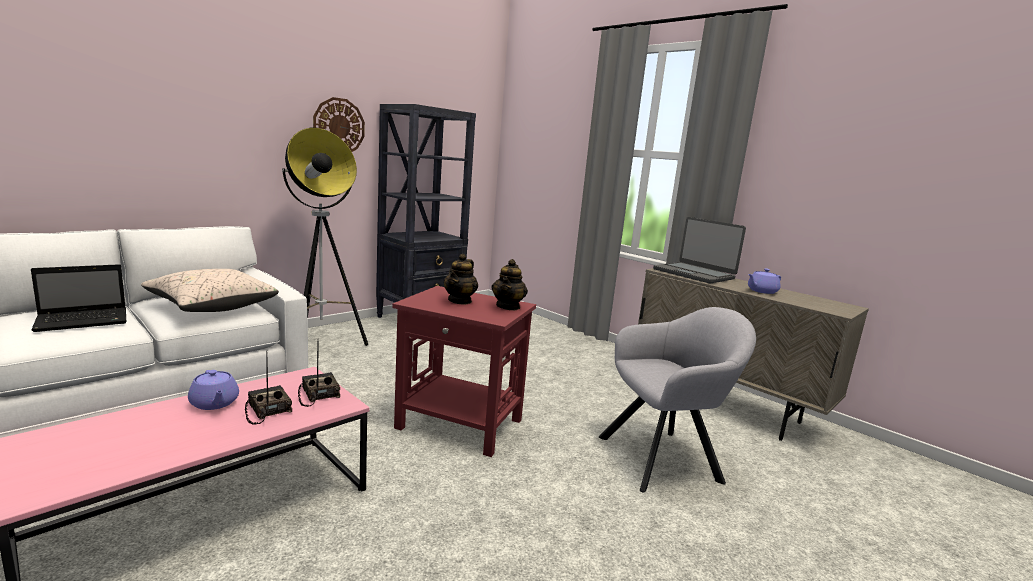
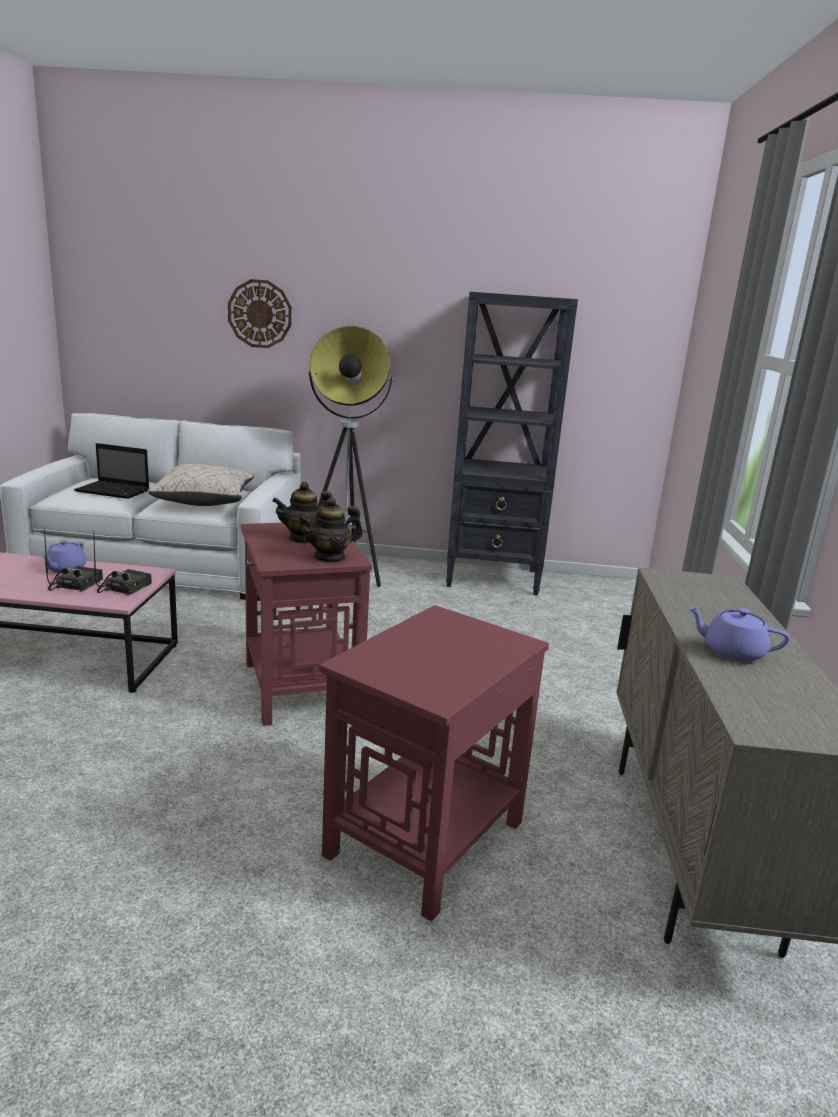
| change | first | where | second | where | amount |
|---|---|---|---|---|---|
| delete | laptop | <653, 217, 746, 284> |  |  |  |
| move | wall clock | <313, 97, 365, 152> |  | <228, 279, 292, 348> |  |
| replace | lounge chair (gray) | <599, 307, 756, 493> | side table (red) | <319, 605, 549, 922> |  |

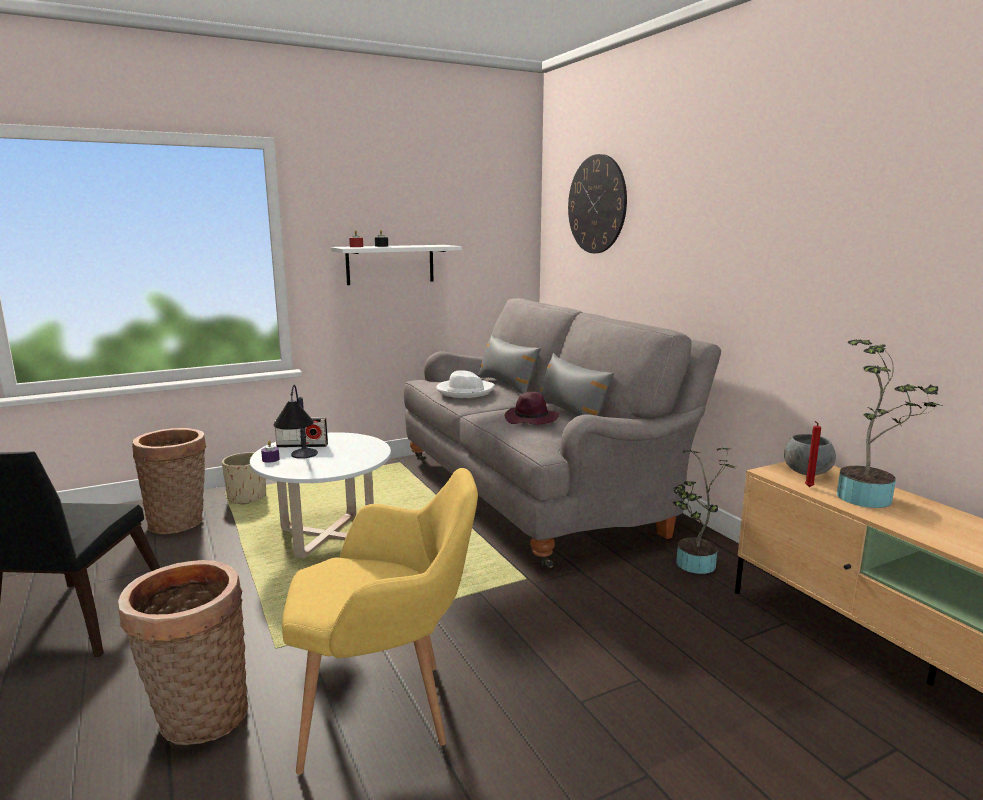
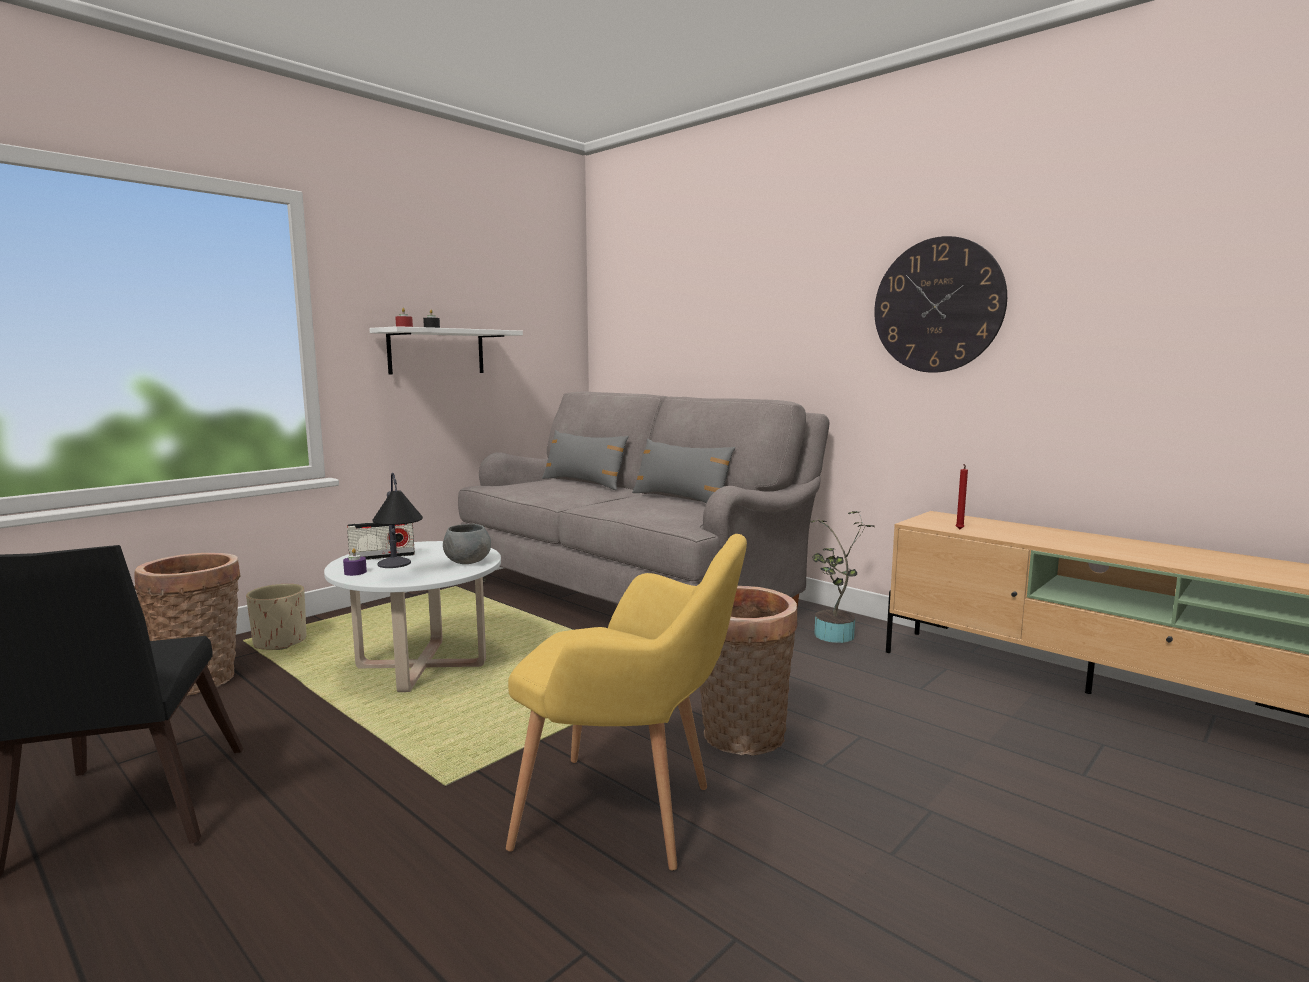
| change | first | where | second | where | amount |
|---|---|---|---|---|---|
| delete | clothing hat (whitish) | <436, 371, 495, 398> |  |  |  |
| delete | clothing hat (purplish) | <504, 392, 559, 424> |  |  |  |
| delete | plant in a pot | <837, 340, 942, 508> |  |  |  |
| move | storage basket | <118, 560, 248, 745> |  | <700, 586, 797, 756> |  |
| move | wall clock | <568, 154, 627, 253> |  | <874, 236, 1007, 373> |  |
| move | deep dish (gray) | <784, 434, 836, 475> |  | <443, 524, 491, 564> |  |
| rotate | lounge chair (yellowish) | <282, 468, 478, 775> |  | <506, 534, 747, 871> | 45 degrees clockwise |

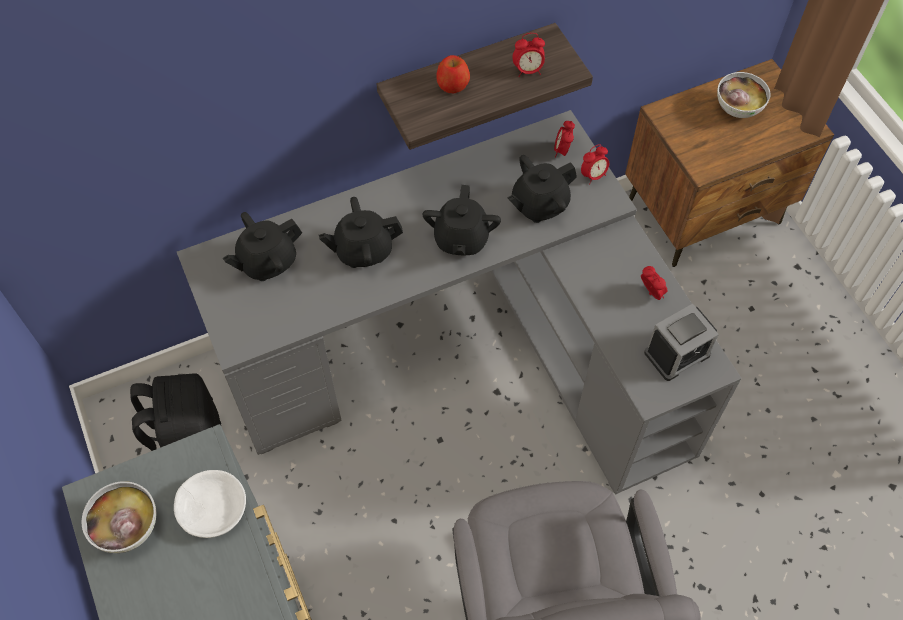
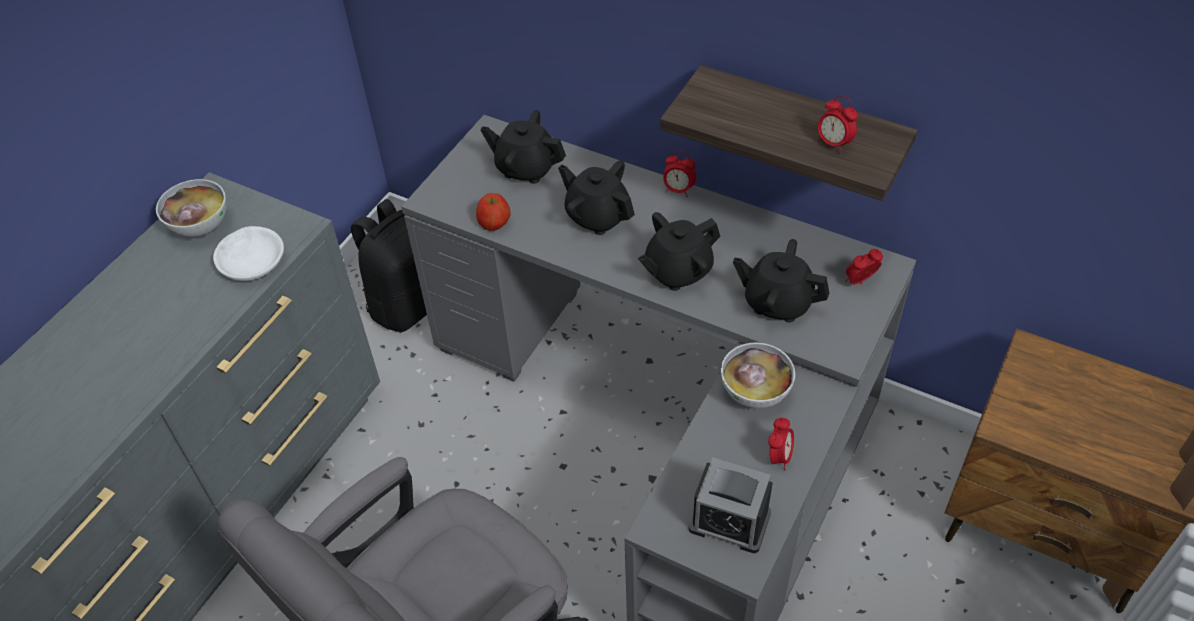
| change | first | where | second | where | amount |
|---|---|---|---|---|---|
| move | whole apple | <437, 55, 470, 93> |  | <476, 193, 510, 231> |  |
| move | table clock | <581, 144, 609, 185> |  | <663, 151, 696, 197> |  |
| move | deep dish | <717, 72, 770, 118> |  | <721, 343, 795, 409> |  |

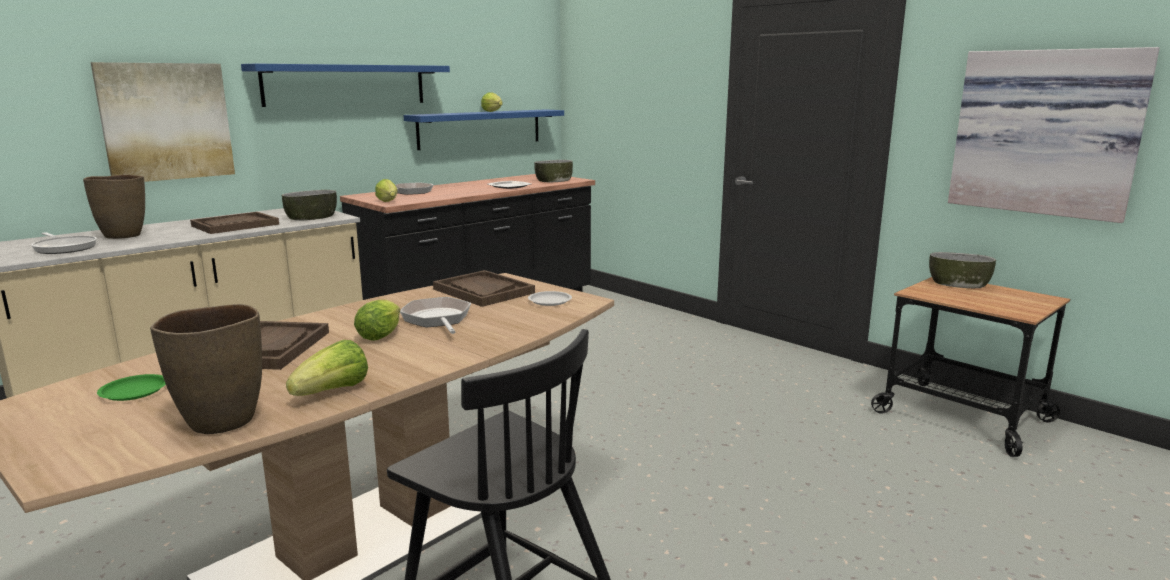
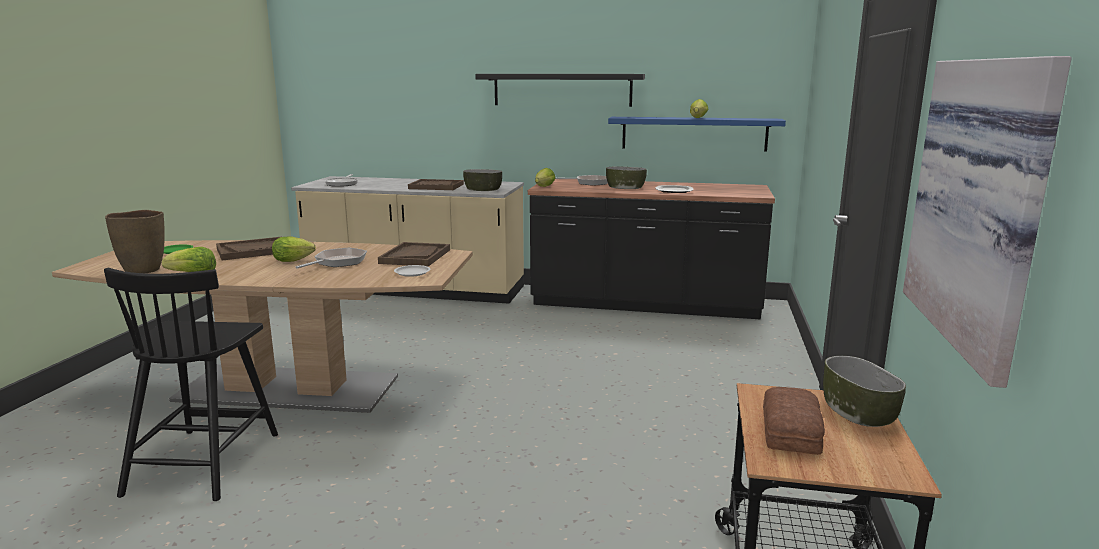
| change | first | where | second | where | amount |
|---|---|---|---|---|---|
| delete | decorative vase (brownish) | <83, 174, 145, 239> |  |  |  |
| delete | wall picture | <91, 62, 235, 182> |  |  |  |
| insert |  |  | baked bread | <763, 387, 825, 455> |  |
| move | deep dish | <534, 160, 573, 182> |  | <606, 166, 647, 189> |  |
| recolor | bracket shelf (blue) | <241, 64, 450, 107> | bracket shelf (black-coloured) | <475, 74, 645, 107> |  |

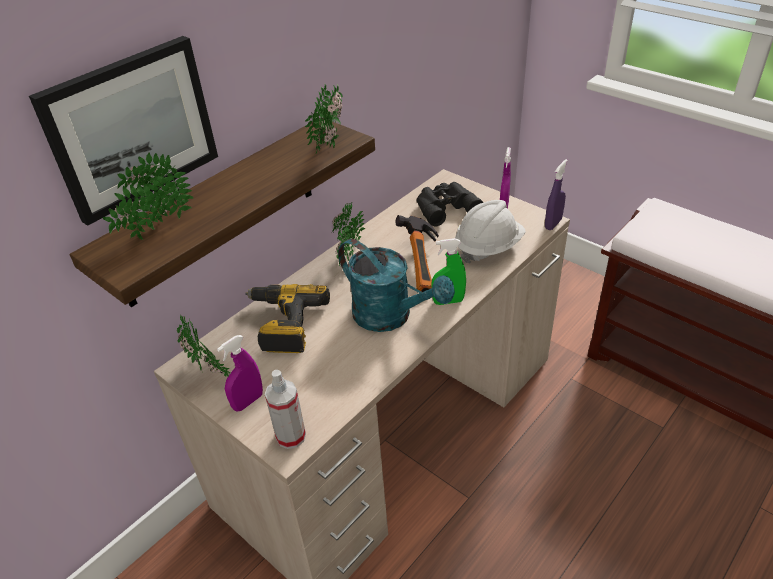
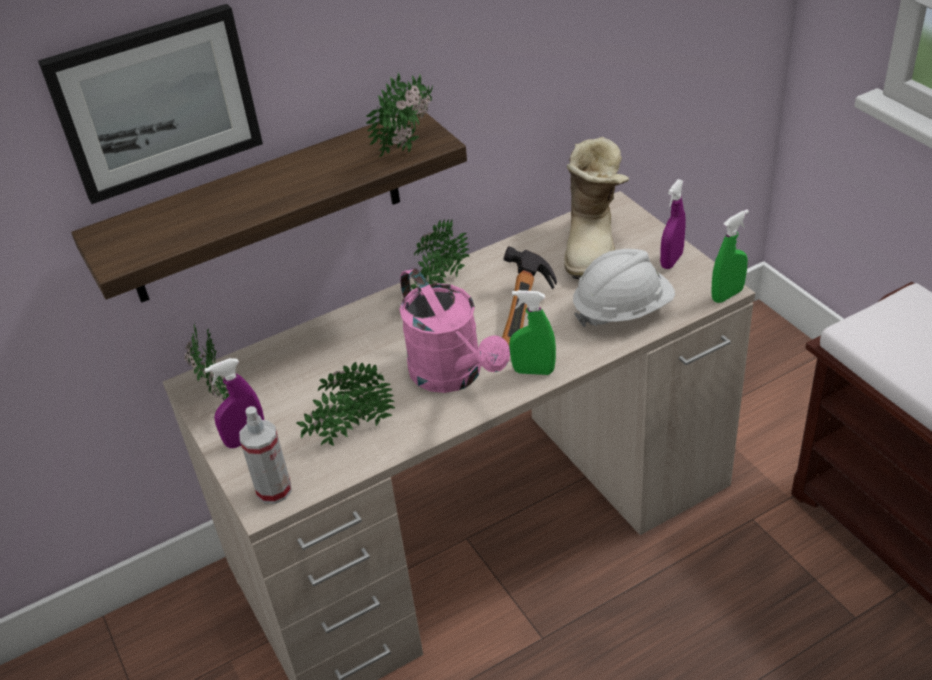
| change | first | where | second | where | amount |
|---|---|---|---|---|---|
| delete | power drill | <245, 284, 330, 353> |  |  |  |
| move | plant in a pot | <103, 152, 194, 240> |  | <296, 362, 395, 446> |  |
| replace | pair of binoculars (black-coloured) | <416, 182, 483, 226> | tall boot | <564, 137, 629, 279> |  |
| recolor | watering can (turquoise-coloured) | <338, 239, 455, 332> | watering can (pinkish) | <399, 268, 510, 393> |  |
| recolor | hand sprayer (purplish) | <545, 159, 568, 230> | hand sprayer (green-coloured) | <711, 209, 749, 303> |  |

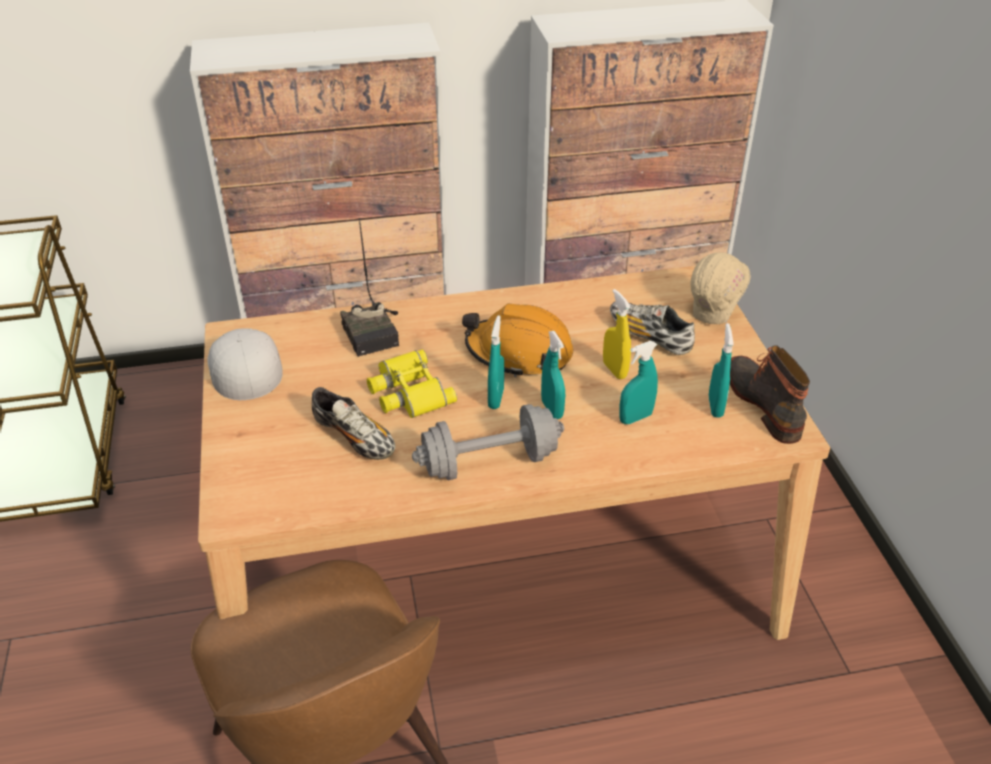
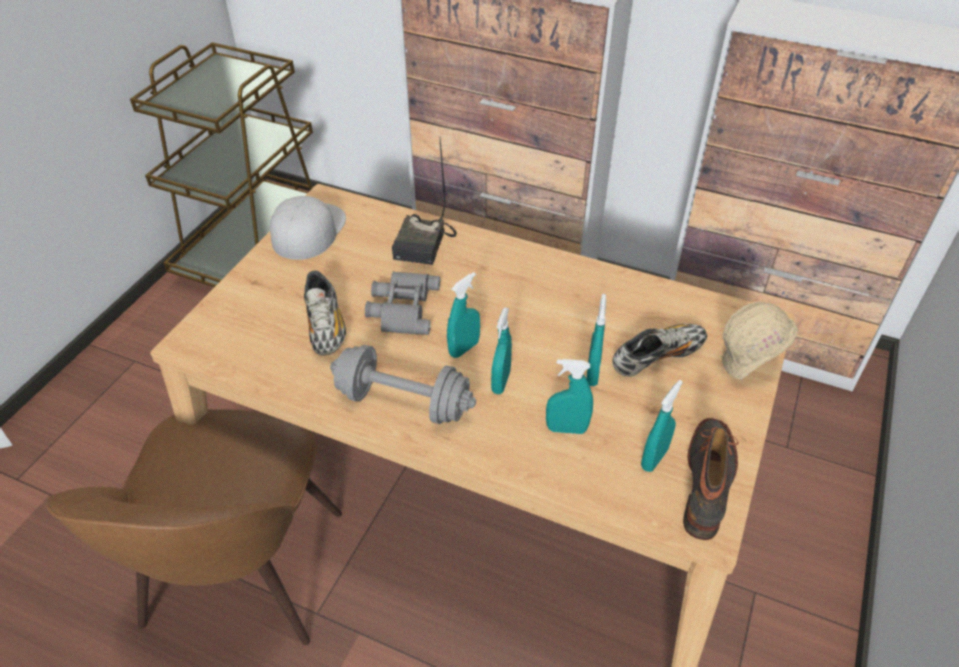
| change | first | where | second | where | amount |
|---|---|---|---|---|---|
| delete | work helmet (orange-coloured) | <462, 303, 573, 377> |  |  |  |
| recolor | pair of binoculars (yellowish) | <367, 350, 457, 418> | pair of binoculars (gray) | <365, 271, 440, 335> |  |
| recolor | hand sprayer (yellowish) | <603, 289, 631, 379> | hand sprayer (turquoise-coloured) | <586, 294, 606, 386> |  |
| rotate | item of footwear | <610, 302, 695, 355> |  | <612, 324, 707, 377> | 75 degrees clockwise |

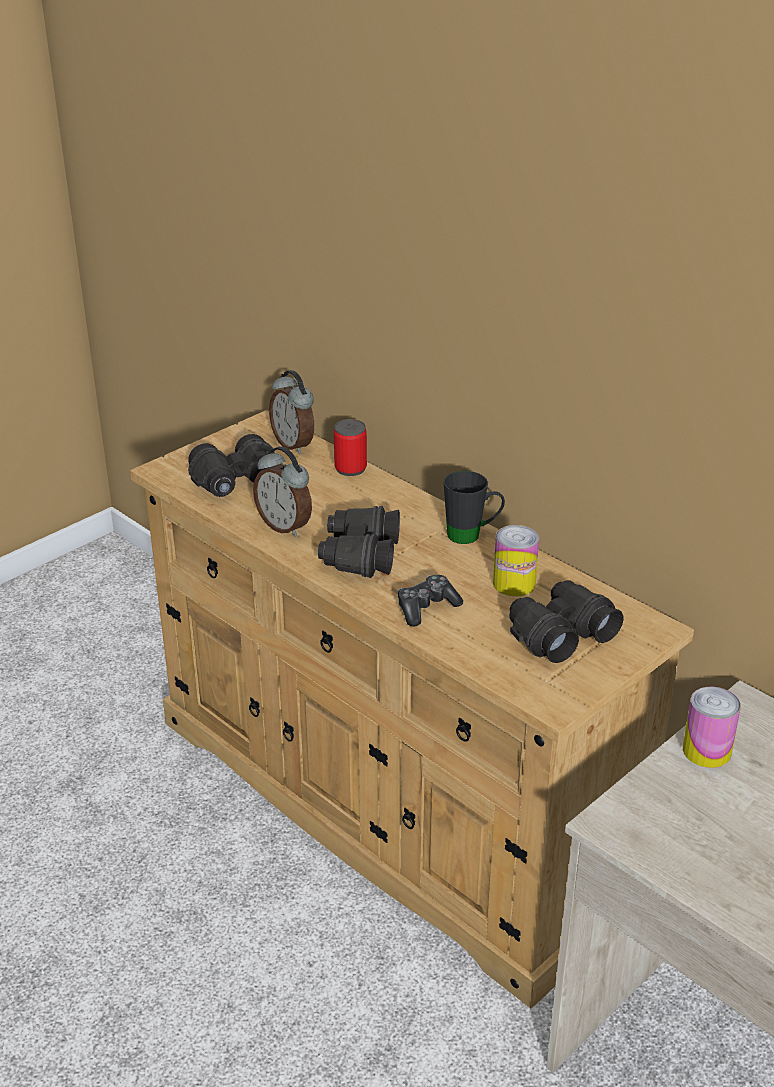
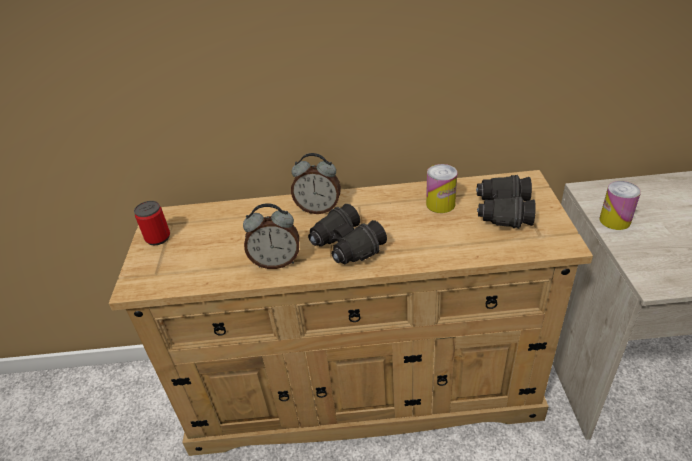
| change | first | where | second | where | amount |
|---|---|---|---|---|---|
| delete | pair of binoculars (black-coloured) | <188, 434, 282, 497> |  |  |  |
| delete | game controller | <397, 575, 463, 627> |  |  |  |
| delete | mug (black-coloured) | <444, 471, 505, 544> |  |  |  |
| move | table clock | <269, 370, 314, 454> |  | <291, 153, 341, 214> |  |
| move | metal can | <334, 419, 367, 476> |  | <134, 201, 170, 245> |  |

